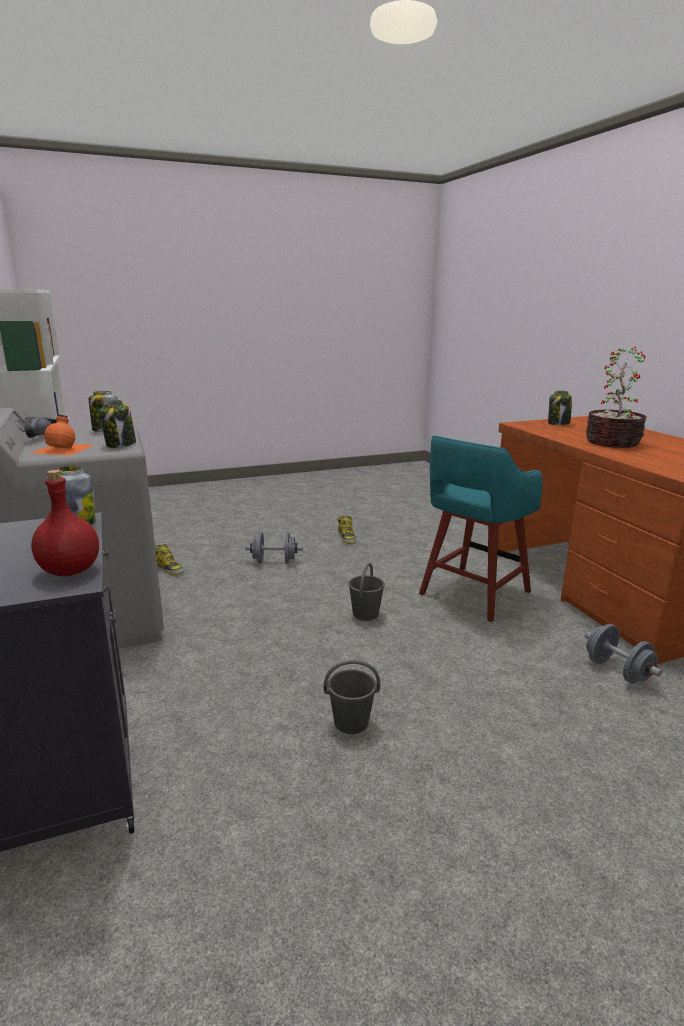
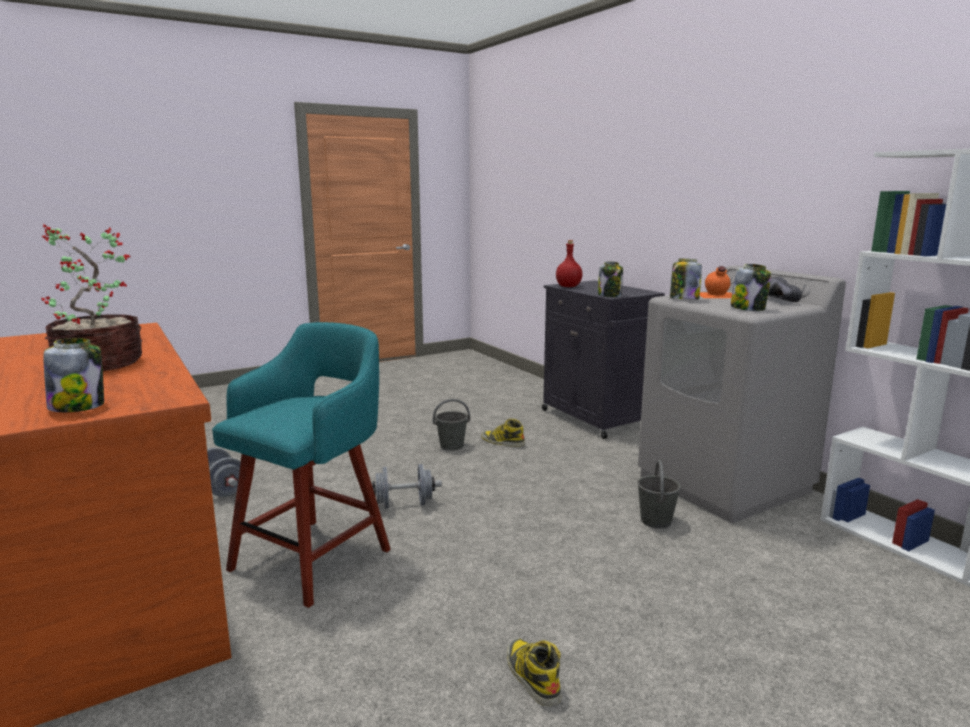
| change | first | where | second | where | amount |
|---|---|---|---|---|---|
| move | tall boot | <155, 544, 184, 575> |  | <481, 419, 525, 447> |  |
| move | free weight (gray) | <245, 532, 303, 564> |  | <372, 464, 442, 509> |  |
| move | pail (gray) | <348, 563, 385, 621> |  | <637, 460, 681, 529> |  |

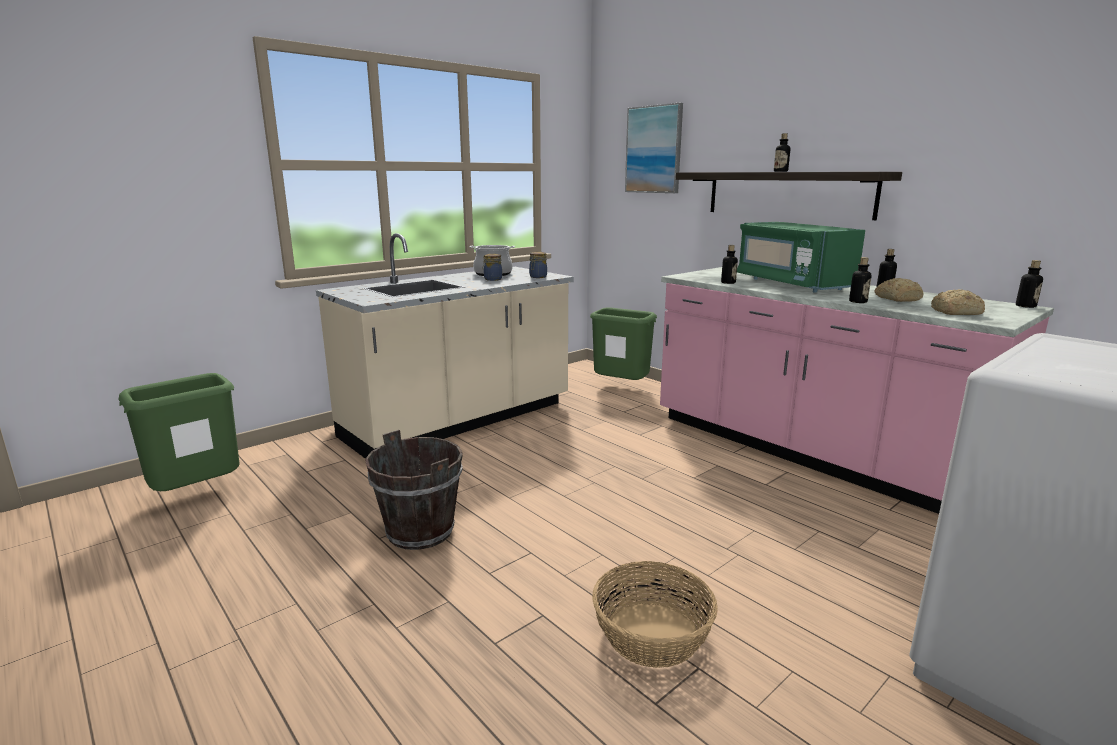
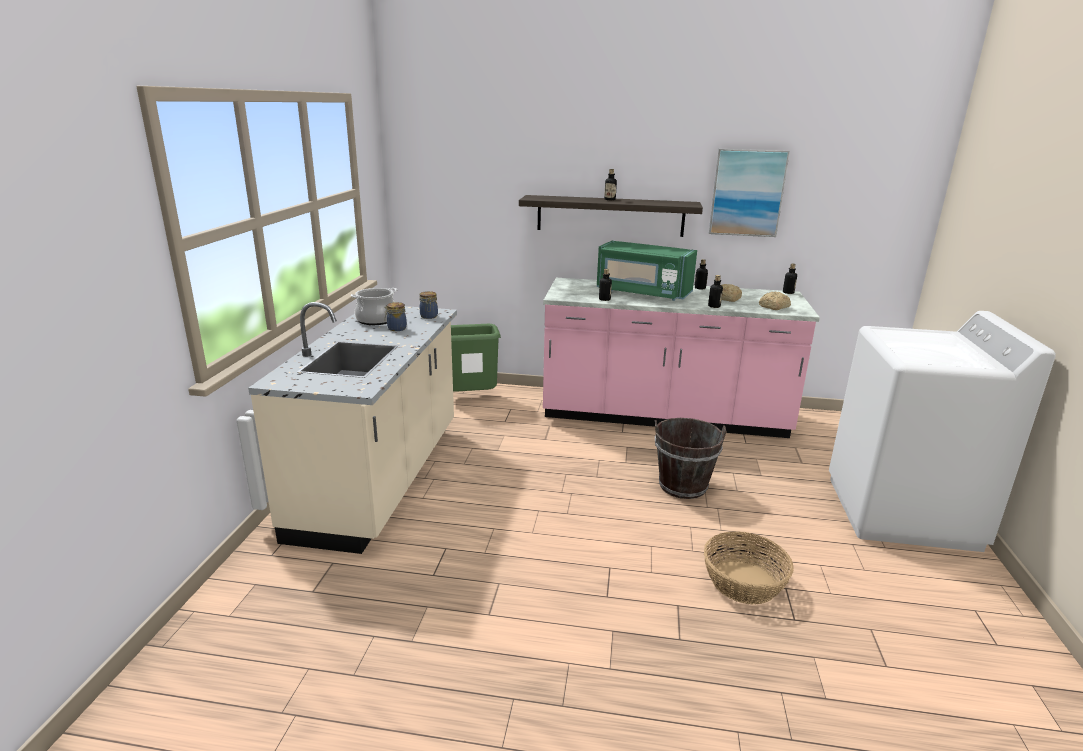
| change | first | where | second | where | amount |
|---|---|---|---|---|---|
| delete | trash can (green-coloured) | <118, 373, 240, 491> |  |  |  |
| move | pail (brownish) | <365, 430, 463, 550> |  | <655, 418, 727, 499> |  |
| move | wall picture | <625, 103, 683, 193> |  | <709, 149, 790, 237> |  |

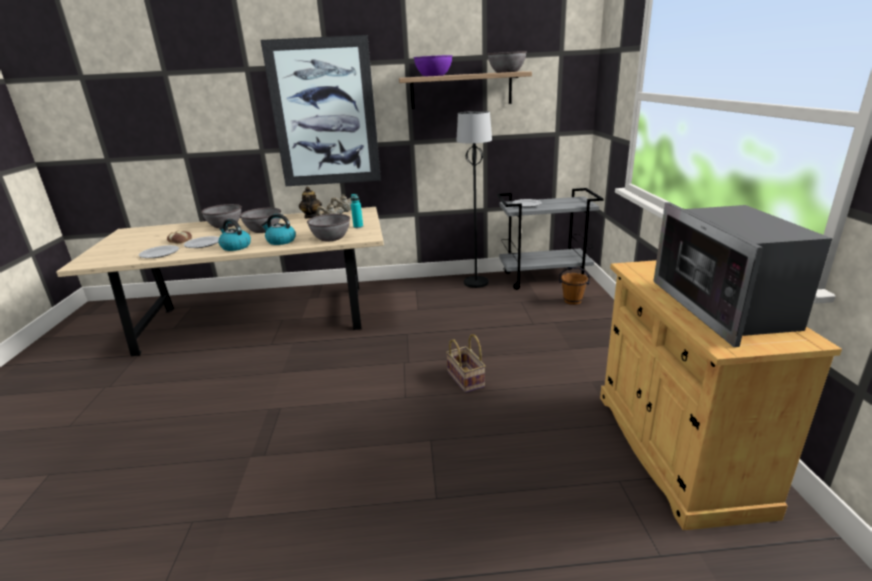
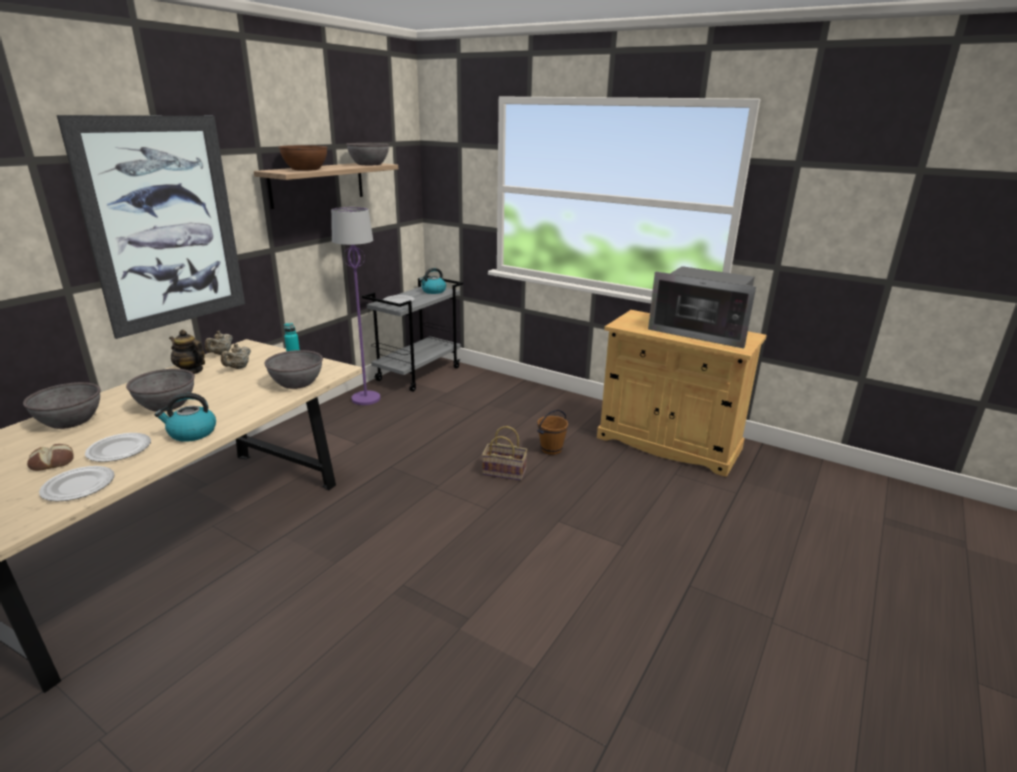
| change | first | where | second | where | amount |
|---|---|---|---|---|---|
| move | kettle | <261, 214, 296, 245> |  | <419, 268, 446, 294> |  |
| move | pail (brownish) | <559, 267, 590, 305> |  | <537, 410, 569, 455> |  |
| recolor | deep dish (purplish) | <414, 55, 453, 76> | deep dish (brownish) | <278, 145, 328, 171> |  |
| recolor | floor lamp (black-coloured) | <456, 111, 492, 288> | floor lamp (purplish) | <331, 207, 380, 405> |  |

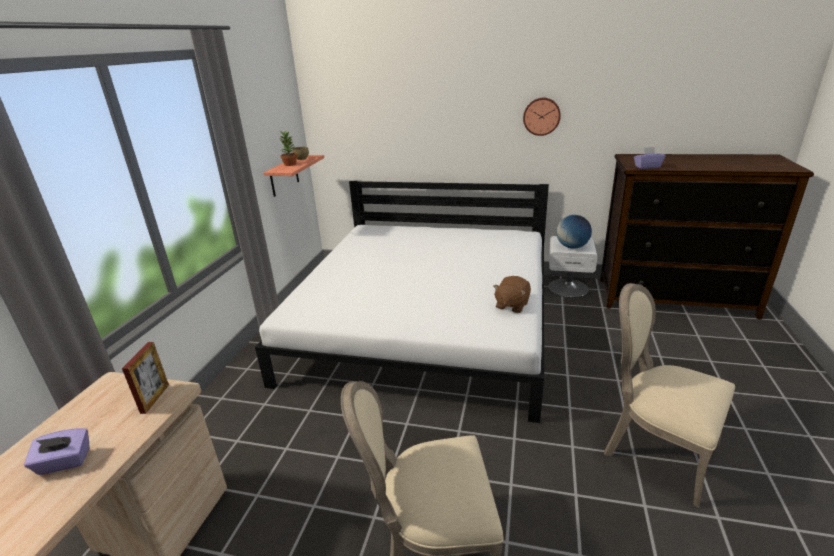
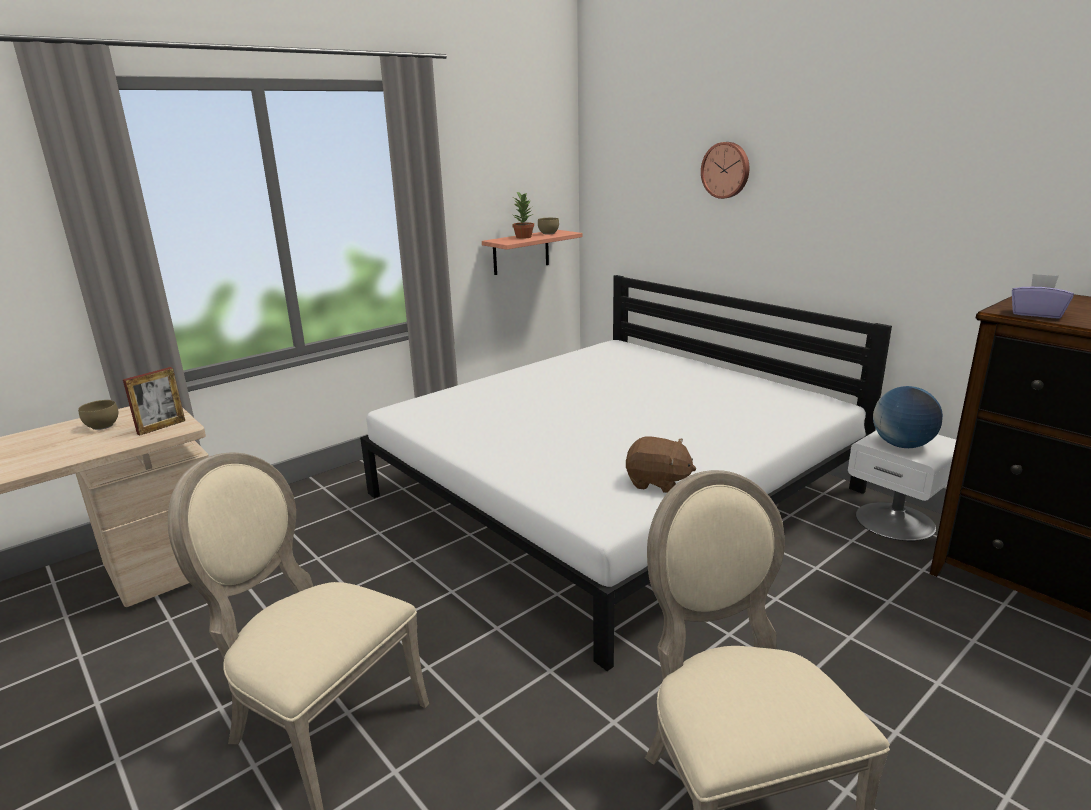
| change | first | where | second | where | amount |
|---|---|---|---|---|---|
| delete | box of tissues (purplish) | <24, 428, 90, 475> |  |  |  |
| insert |  |  | deep dish (brownish) | <78, 400, 118, 430> |  |
| move | wall clock | <523, 98, 561, 136> |  | <701, 142, 749, 199> |  |
| rotate | plush toy (brownish) | <493, 276, 531, 313> |  | <626, 436, 696, 493> | 135 degrees counterclockwise |

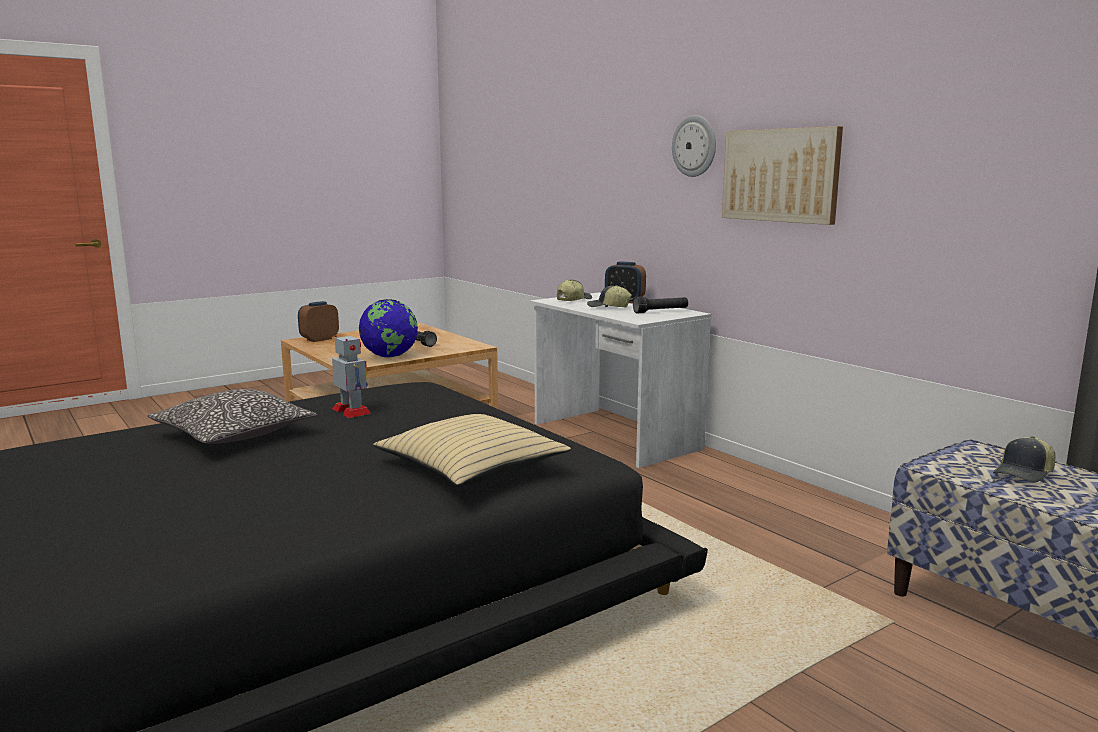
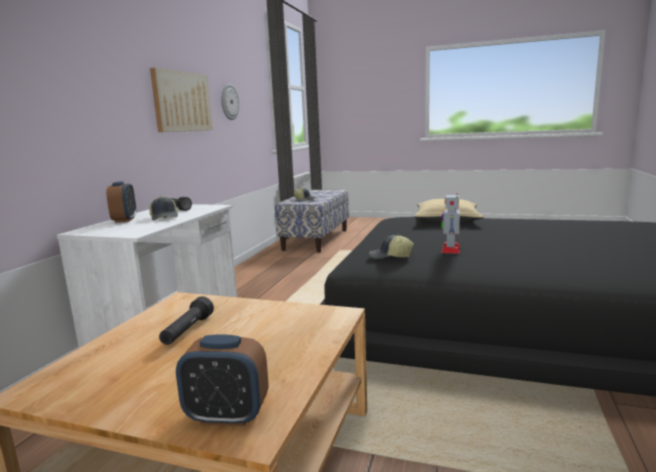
| change | first | where | second | where | amount |
|---|---|---|---|---|---|
| delete | pillow | <147, 389, 317, 444> |  |  |  |
| delete | world globe | <359, 299, 418, 357> |  |  |  |
| move | cap | <557, 279, 592, 301> |  | <369, 235, 414, 259> |  |
| move | wall clock | <672, 115, 716, 177> |  | <221, 84, 240, 120> |  |

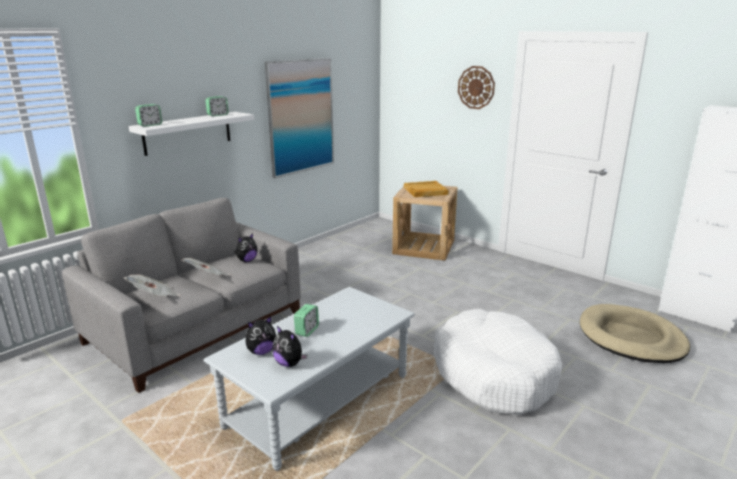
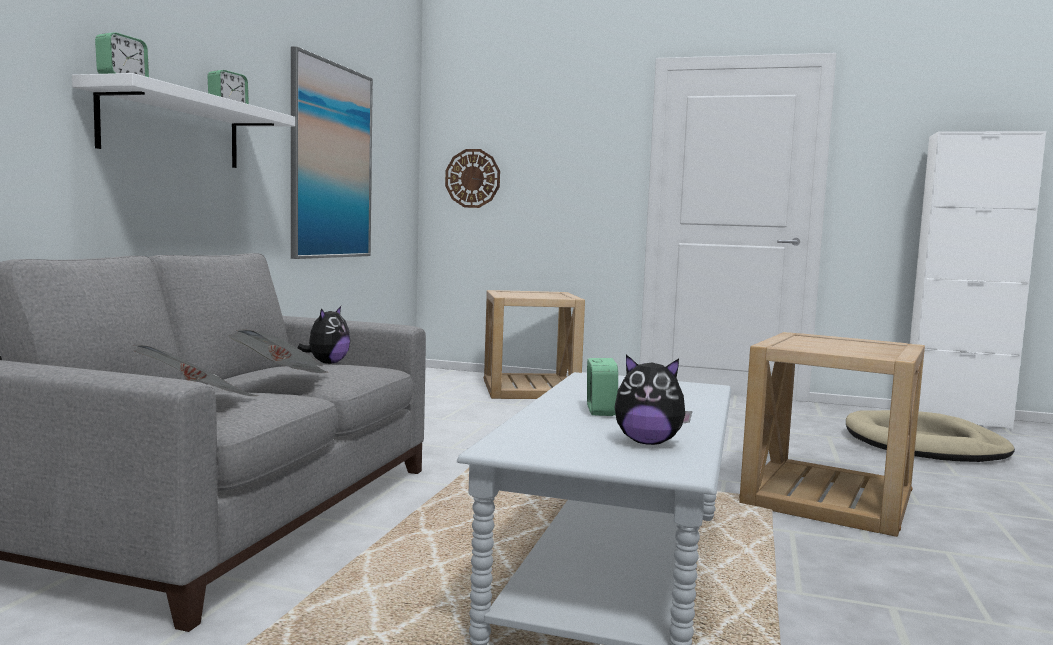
| change | first | where | second | where | amount |
|---|---|---|---|---|---|
| delete | plush toy | <246, 316, 276, 355> |  |  |  |
| delete | carrying tray (beige) | <404, 181, 449, 197> |  |  |  |
| move | wall clock | <458, 66, 495, 109> |  | <445, 149, 500, 208> |  |
| replace | pet bed (whitish) | <434, 309, 562, 415> | side table (beige) | <739, 332, 925, 537> |  |

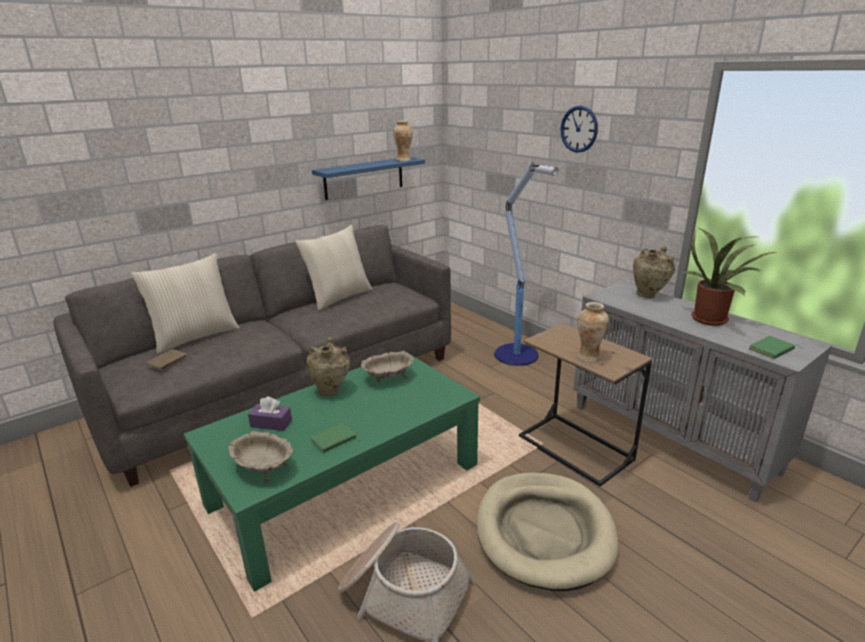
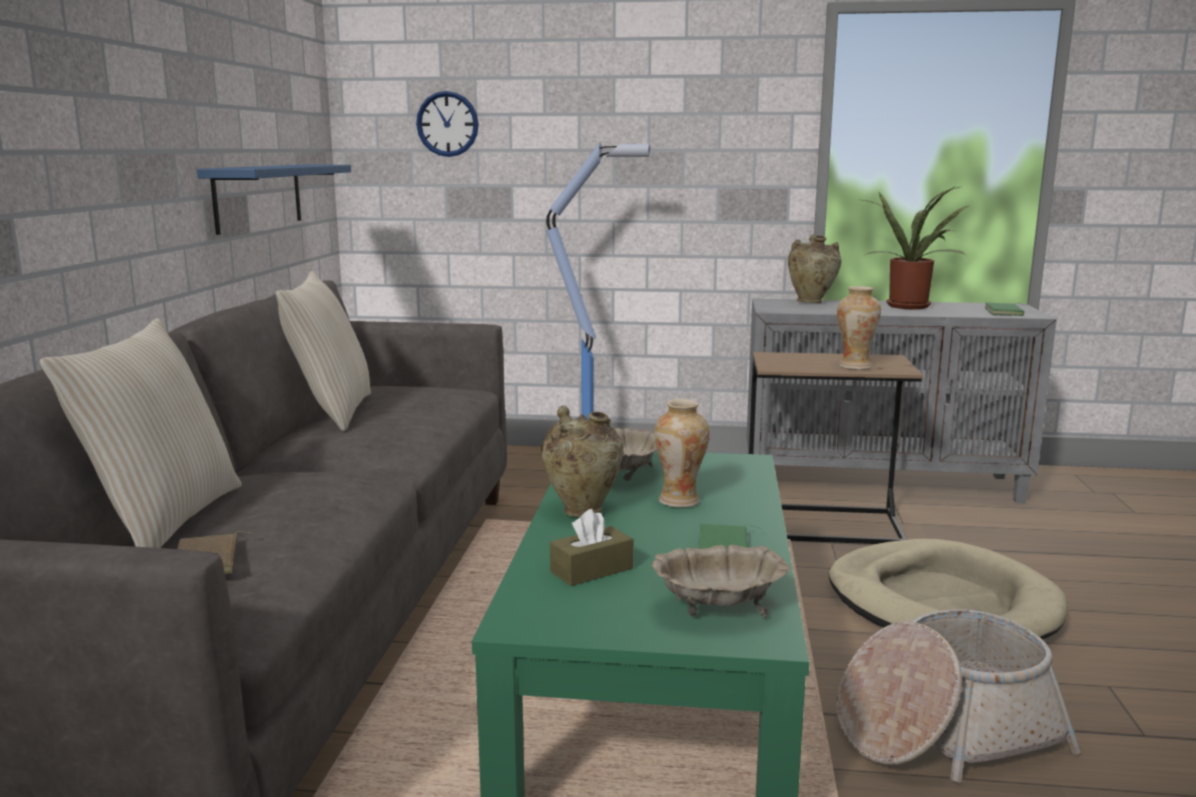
| change | first | where | second | where | amount |
|---|---|---|---|---|---|
| move | decorative vase | <393, 121, 413, 161> |  | <654, 399, 710, 508> |  |
| move | wall clock | <561, 106, 598, 153> |  | <416, 91, 479, 157> |  |
| recolor | box of tissues (purplish) | <248, 397, 292, 431> | box of tissues (brownish) | <550, 509, 633, 586> |  |

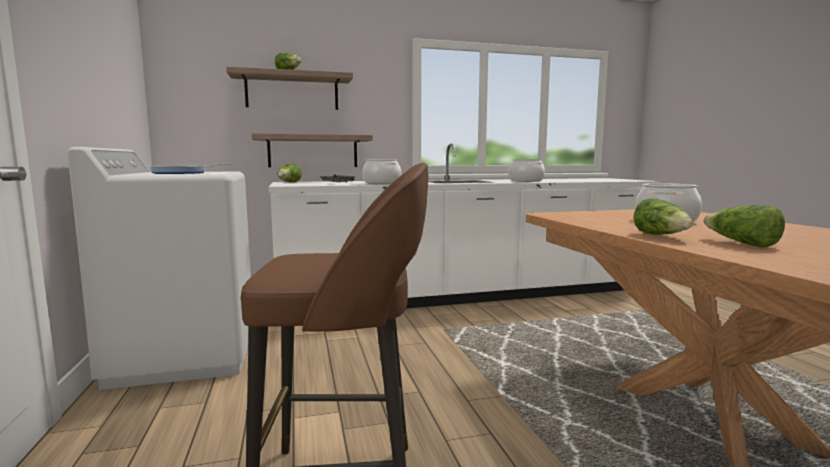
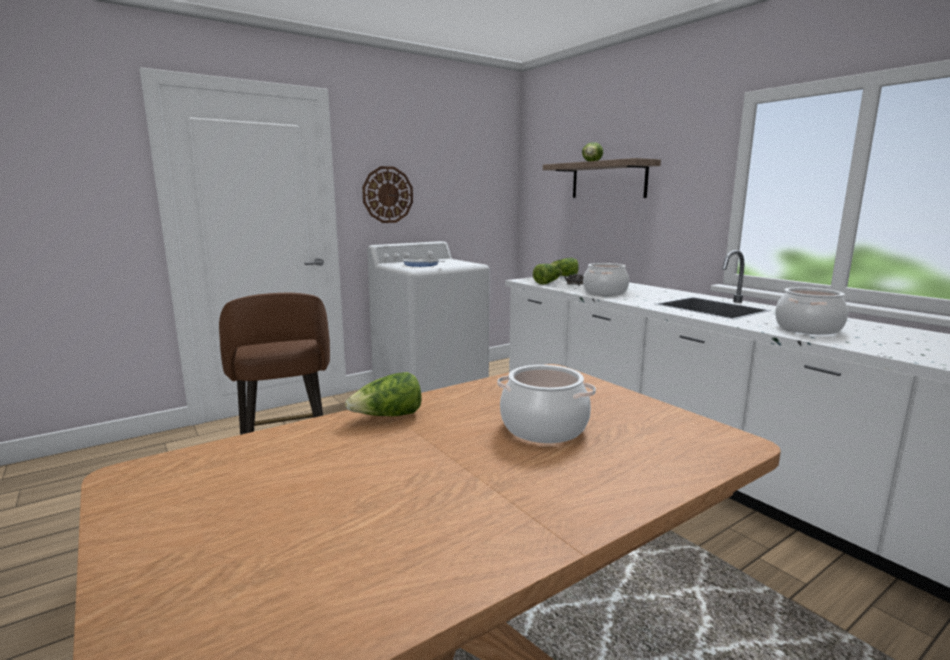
| change | first | where | second | where | amount |
|---|---|---|---|---|---|
| delete | bracket shelf | <252, 133, 373, 167> |  |  |  |
| insert |  |  | wall clock | <362, 166, 413, 223> |  |
| move | lettuce head | <703, 205, 785, 248> |  | <533, 264, 562, 284> |  |

